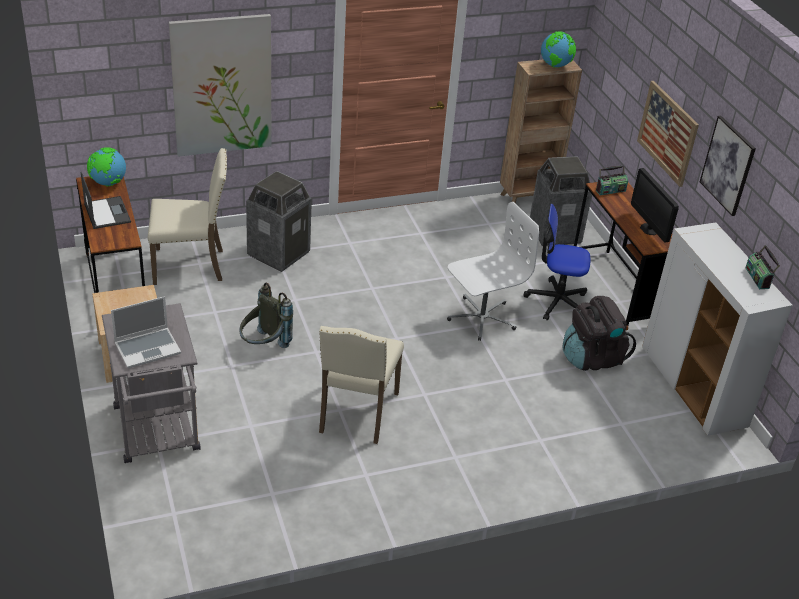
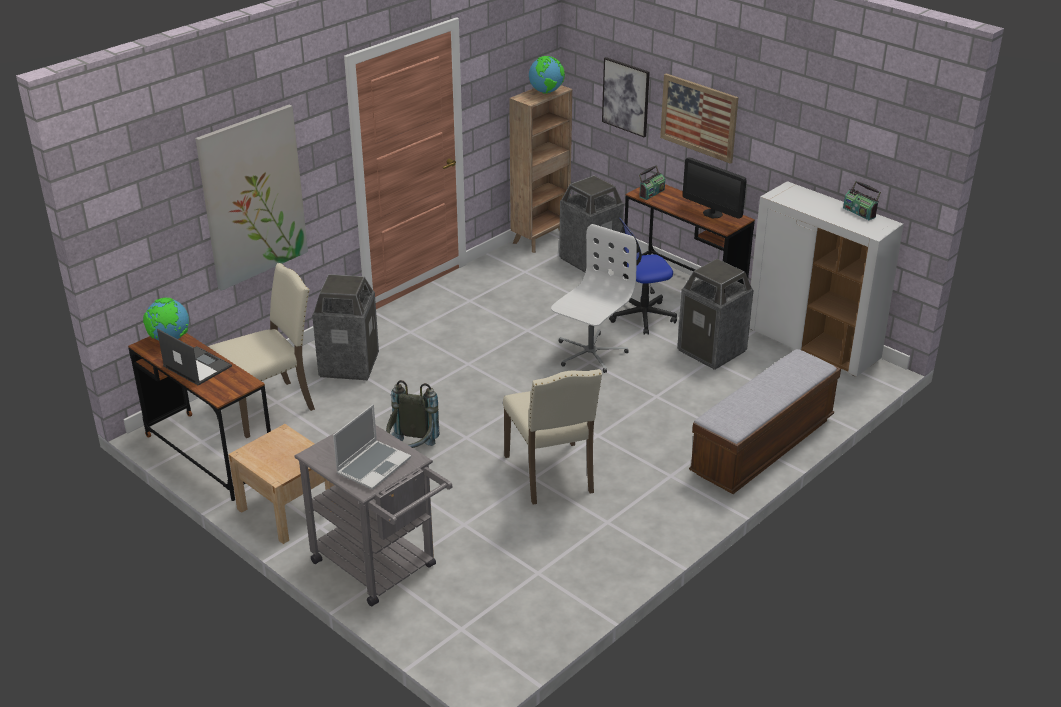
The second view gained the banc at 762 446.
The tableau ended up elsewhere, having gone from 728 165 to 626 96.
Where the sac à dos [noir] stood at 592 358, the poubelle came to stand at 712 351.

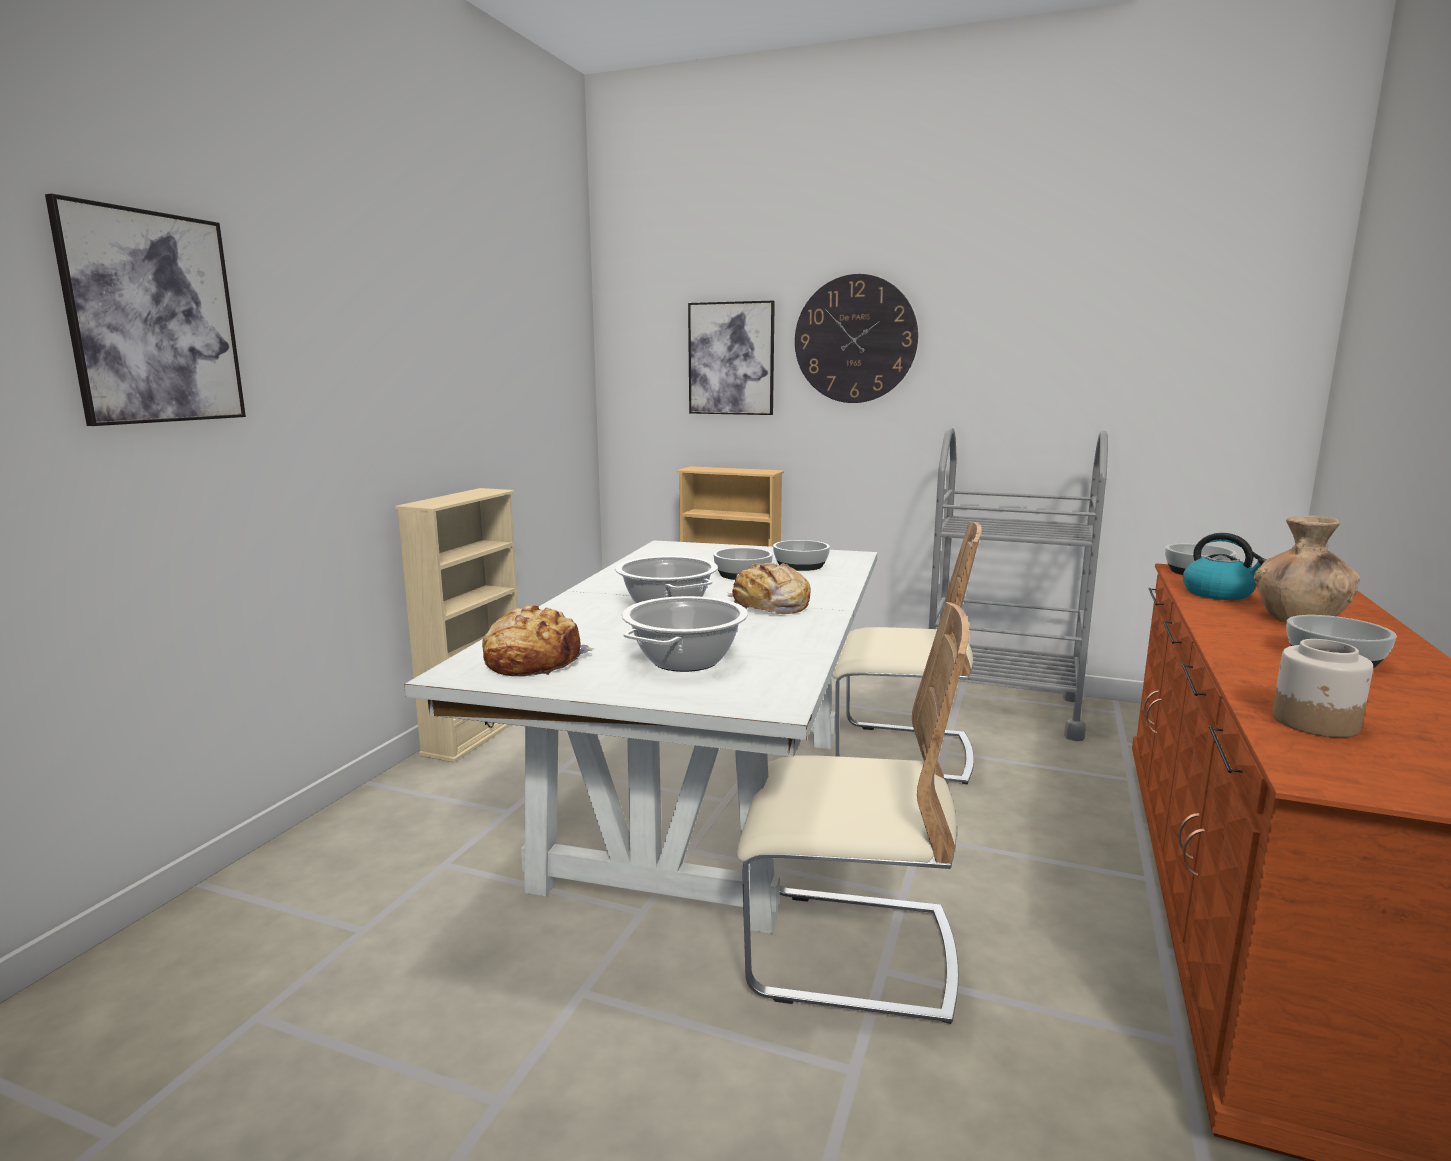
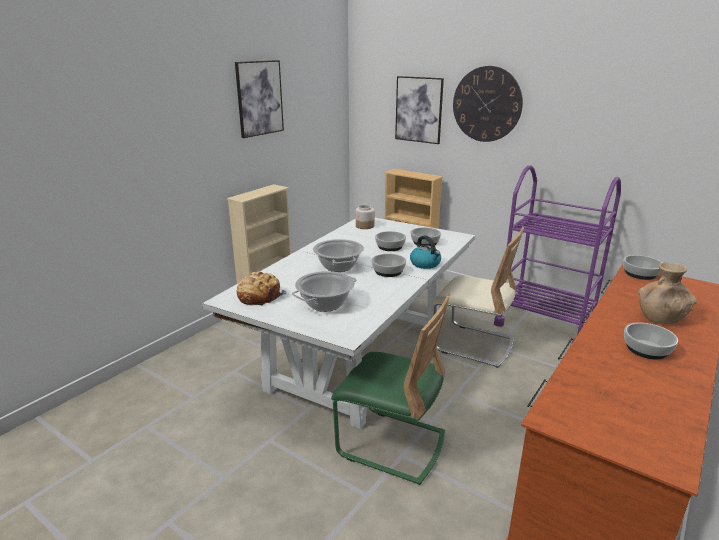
The tableau ended up elsewhere, having gone from 153 318 to 259 98.
The bouilloire ended up elsewhere, having gone from 1219 593 to 425 264.
The bocal ended up elsewhere, having gone from 1316 723 to 365 226.
Where the pain stood at 770 606, the bol came to stand at 388 271.
What was the chaise [beige] at 850 952 turned into the chaise [vert] at 391 444.
What was the chariot [gris] at 1001 708 turned into the chariot [violet] at 545 324.

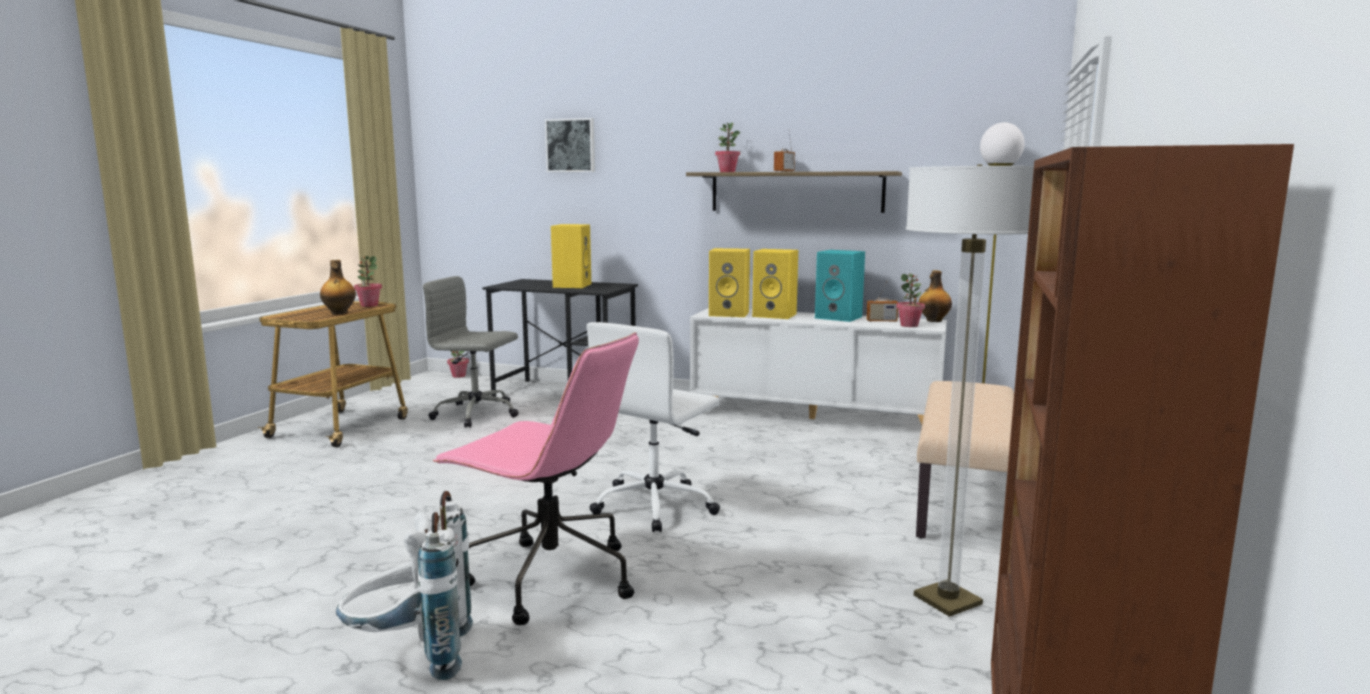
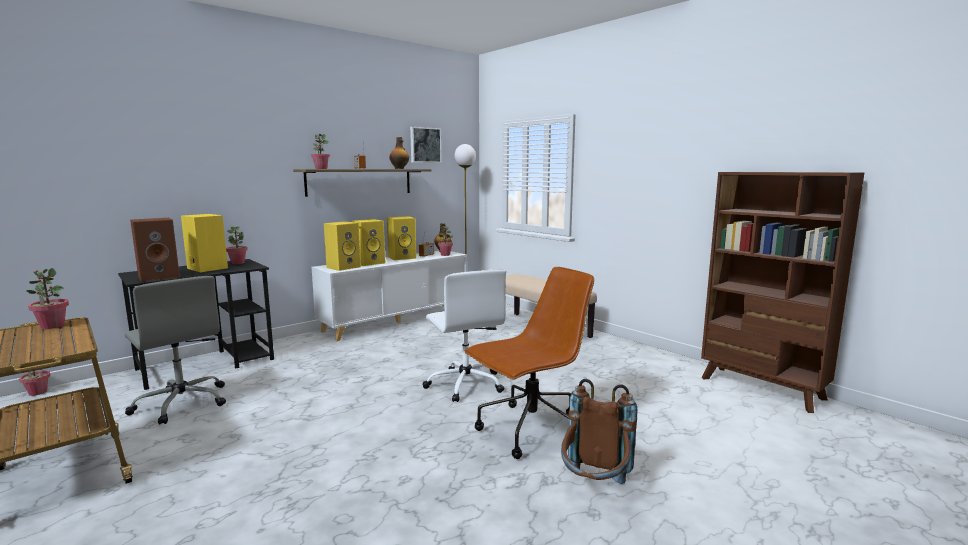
The second view lost the lampadaire at 947 600.
The second view gained the enceinte [marron] at 160 276.
The second view gained the plante en pot at 238 263.
The bouteille ended up elsewhere, having gone from 339 313 to 399 168.
The tableau ended up elsewhere, having gone from 571 145 to 425 145.
What was the sac à dos [blanc] at 412 657 turned into the sac à dos [marron] at 594 488.
What was the chaise de bureau [rose] at 548 578 turned into the chaise de bureau [marron] at 530 431.
What was the enceinte [turquoise] at 840 317 turned into the enceinte [jaune] at 402 257.
The chaise de bureau [gris] at 478 414 ended up facing another way, 90 degrees counterclockwise from before.

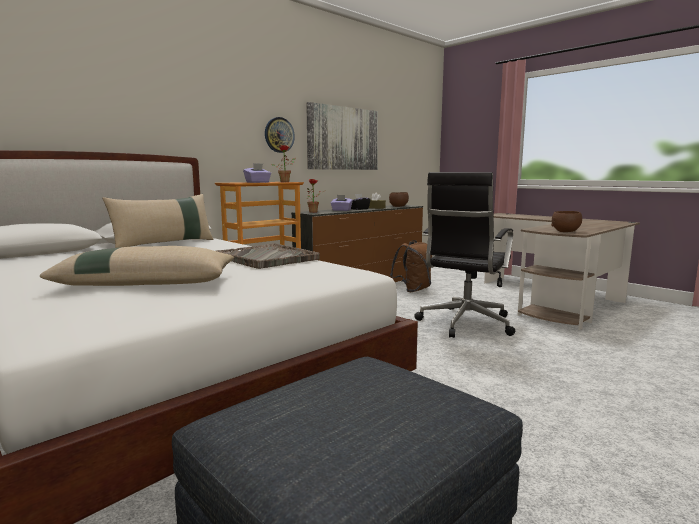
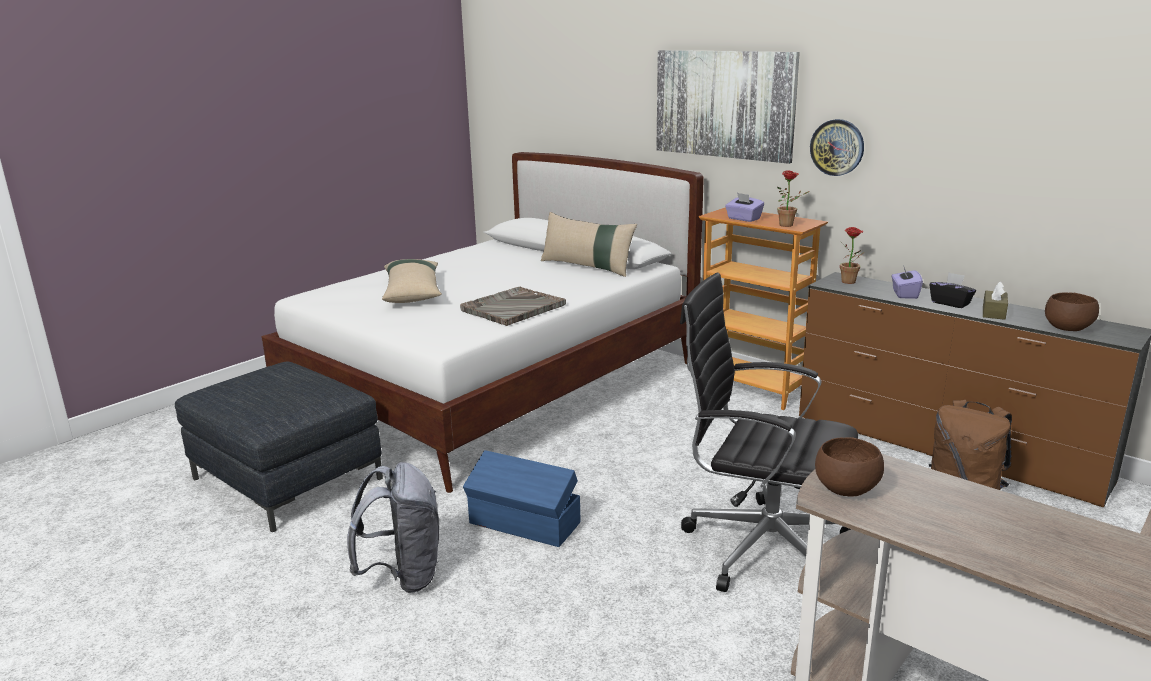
The second view gained the sac à dos [gris] at 403 576.
The second view gained the boîte de rangement [bleu] at 524 524.
The tableau ended up elsewhere, having gone from 343 138 to 724 104.

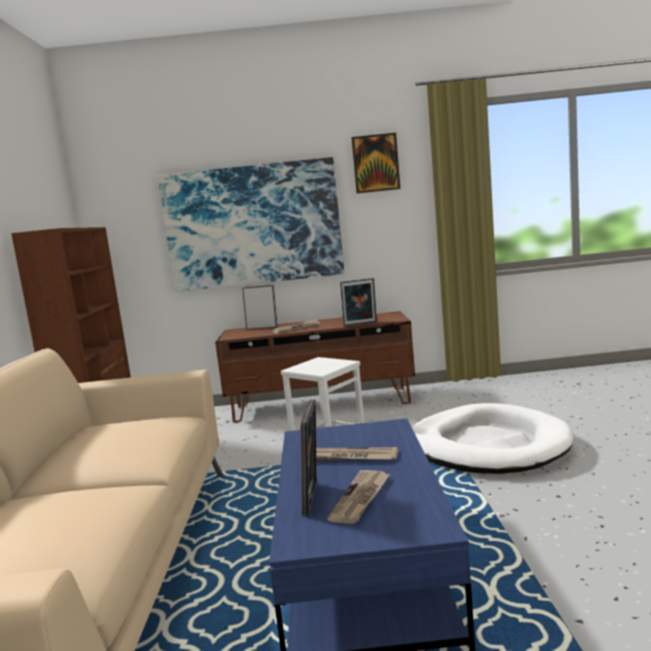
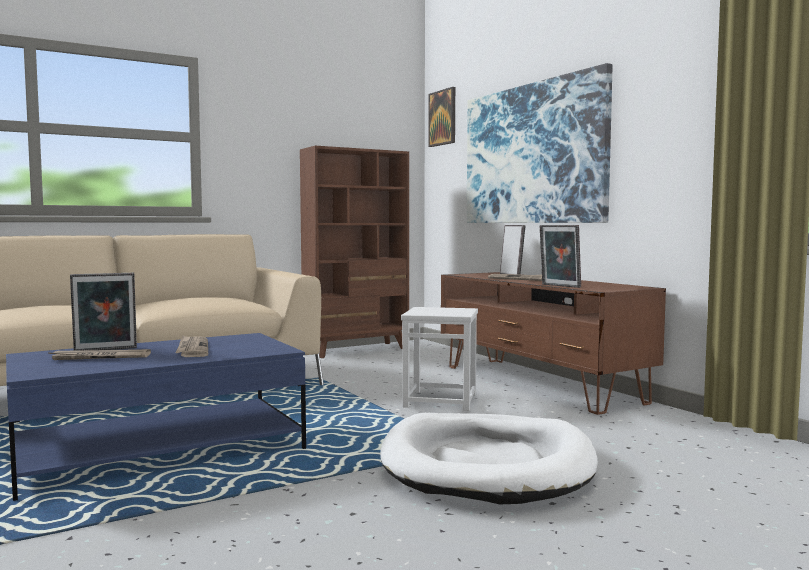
The tableau ended up elsewhere, having gone from 375 163 to 442 117.

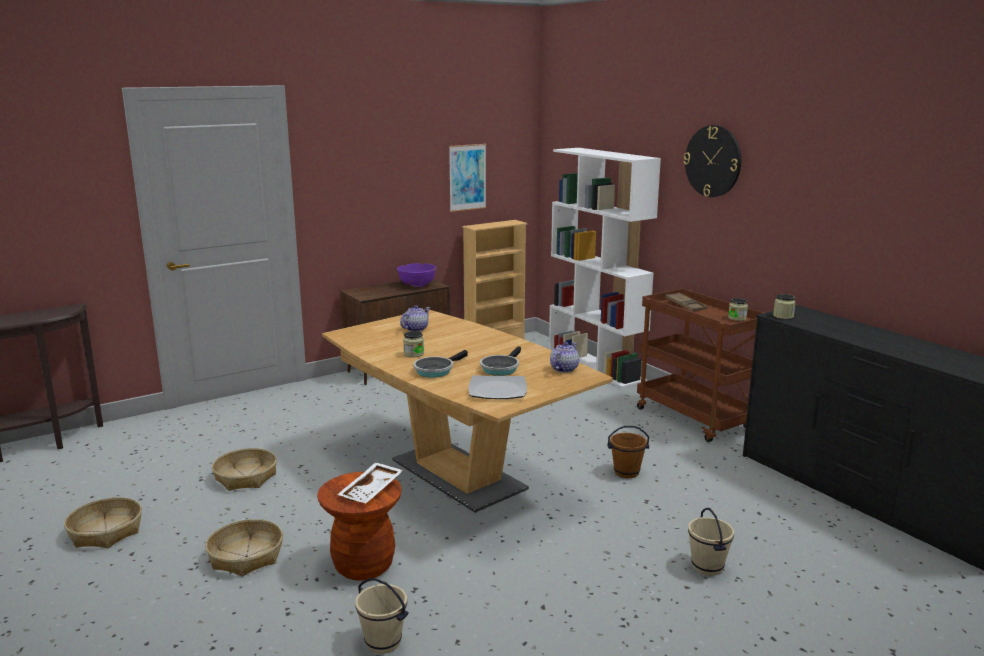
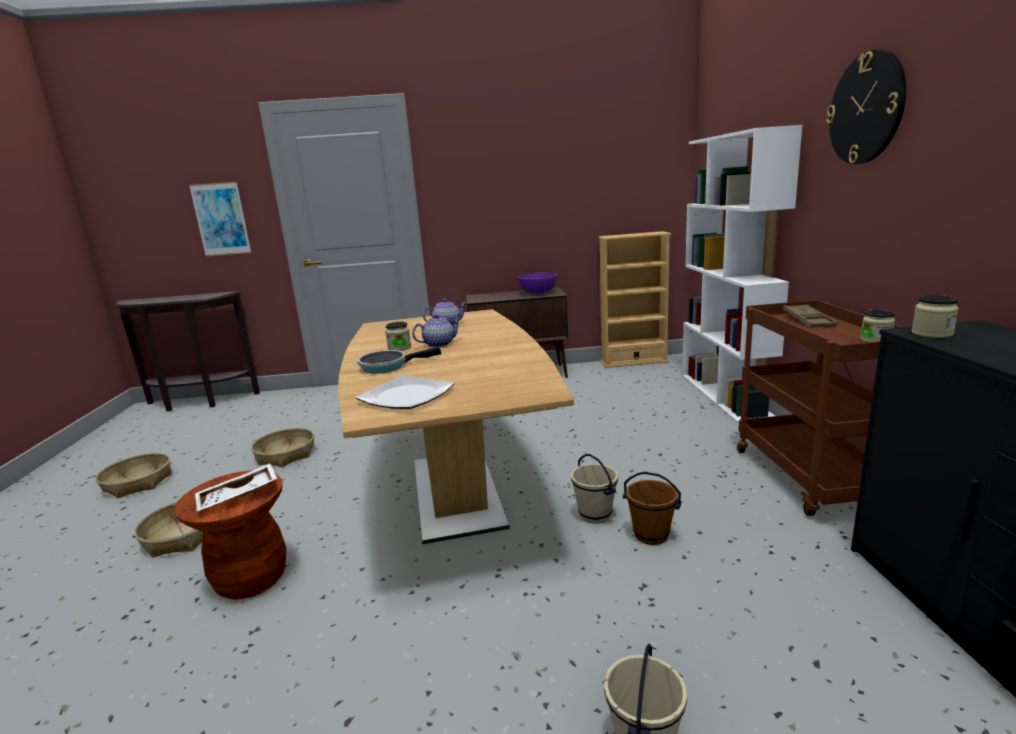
The second view lost the poêle at 500 368.
The seau [beige] ended up elsewhere, having gone from 383 642 to 595 515.
The tableau ended up elsewhere, having gone from 467 177 to 221 219.
The théière ended up elsewhere, having gone from 564 369 to 439 344.

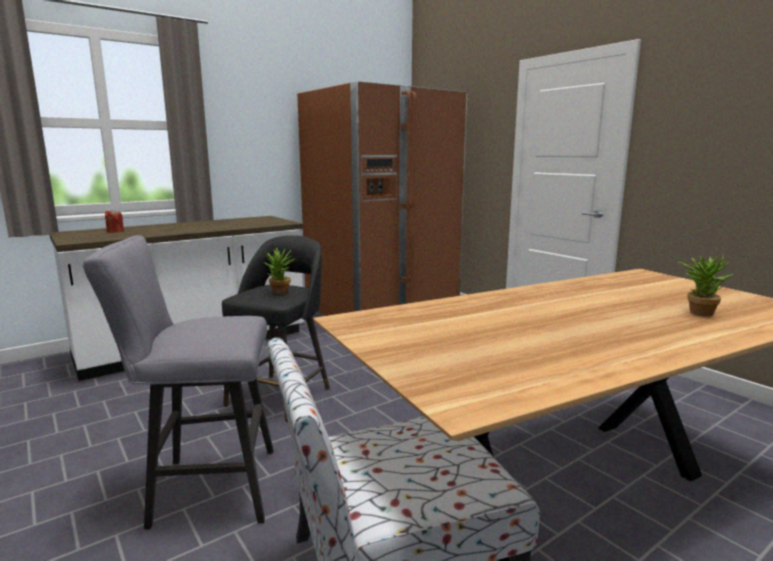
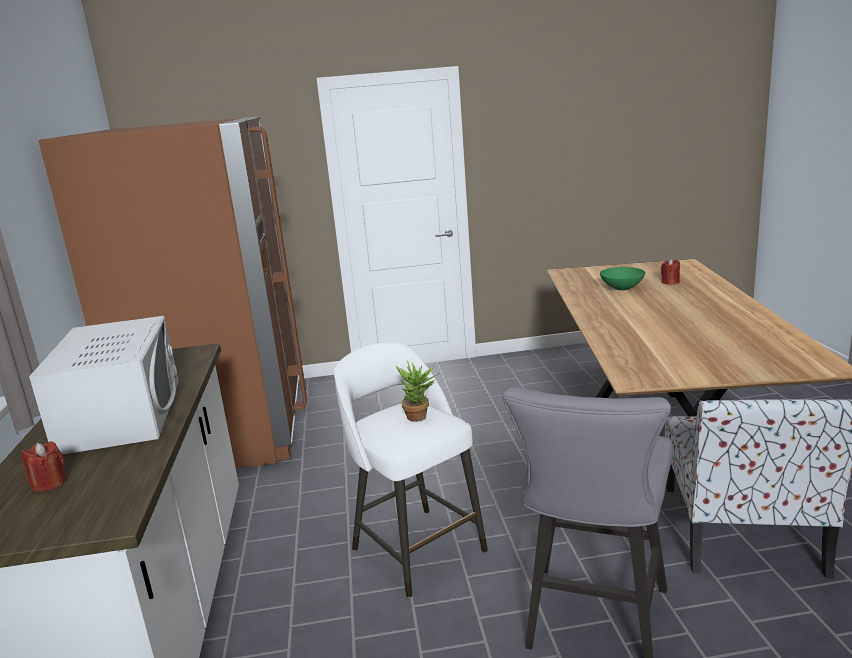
The second view gained the micro-ondes [blanc] at 122 415.
The second view gained the bol [vert] at 621 288.
Where the plante en pot stood at 698 312, the bougie [rouge] came to stand at 670 282.
What was the tabouret [noir] at 281 395 turned into the tabouret [blanc] at 416 547.

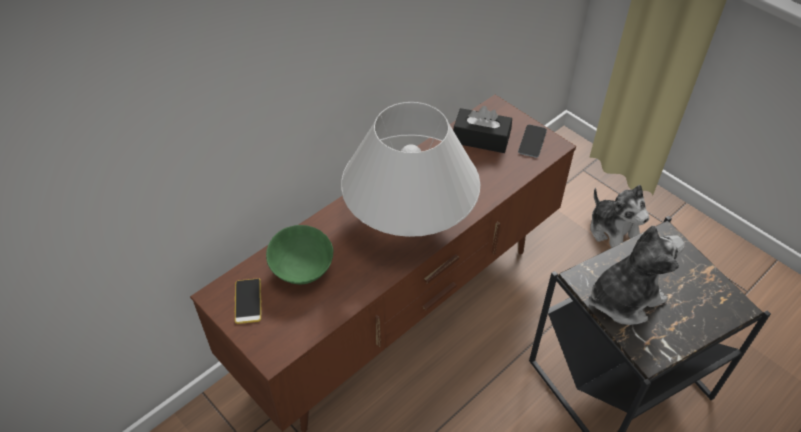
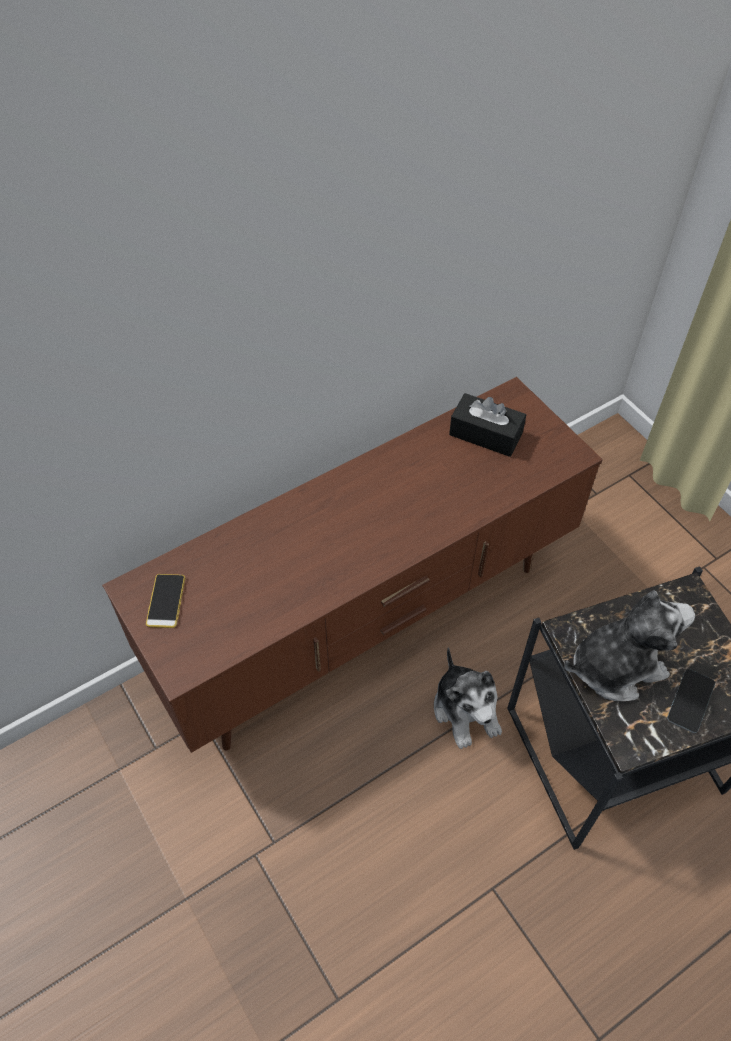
The second view lost the bol [vert] at 301 271.
The second view lost the lampe de table [blanc] at 410 220.
The téléphone ended up elsewhere, having gone from 532 141 to 690 701.
The peluche ended up elsewhere, having gone from 614 231 to 466 710.

